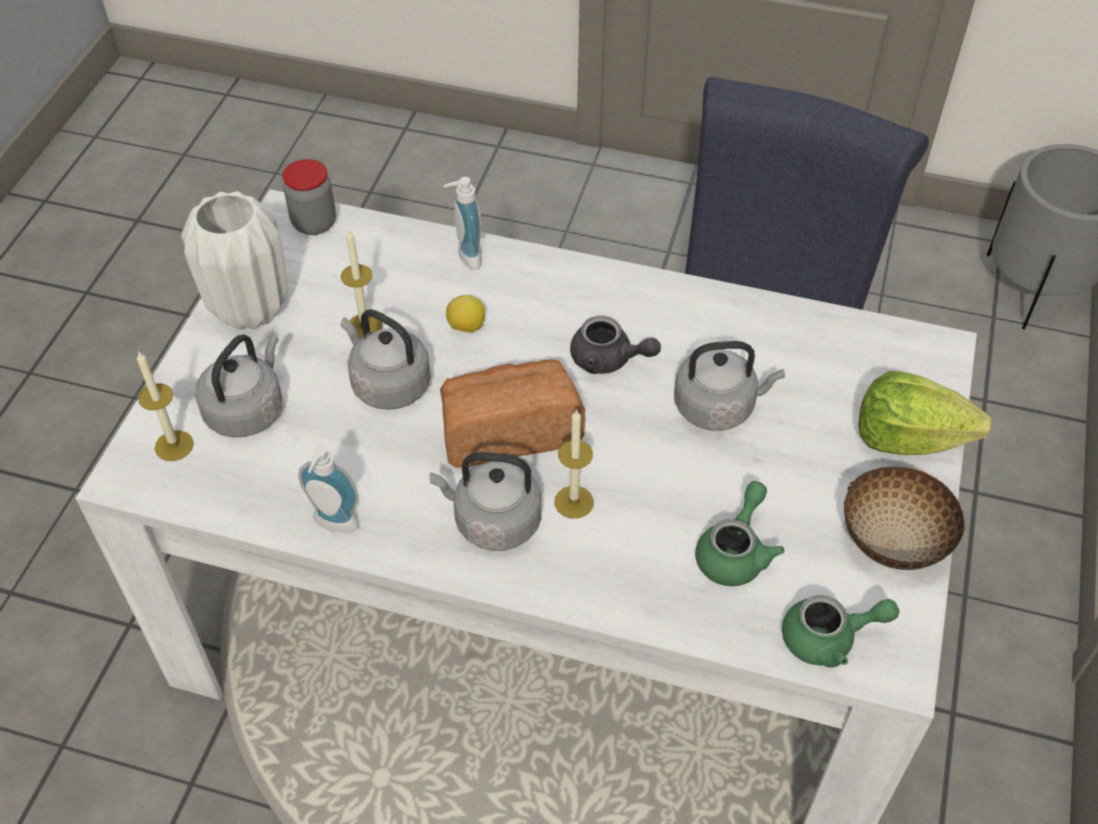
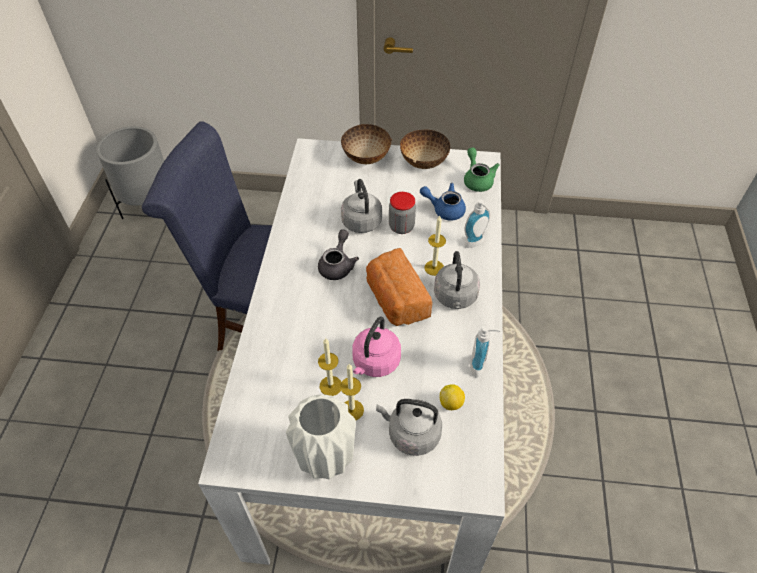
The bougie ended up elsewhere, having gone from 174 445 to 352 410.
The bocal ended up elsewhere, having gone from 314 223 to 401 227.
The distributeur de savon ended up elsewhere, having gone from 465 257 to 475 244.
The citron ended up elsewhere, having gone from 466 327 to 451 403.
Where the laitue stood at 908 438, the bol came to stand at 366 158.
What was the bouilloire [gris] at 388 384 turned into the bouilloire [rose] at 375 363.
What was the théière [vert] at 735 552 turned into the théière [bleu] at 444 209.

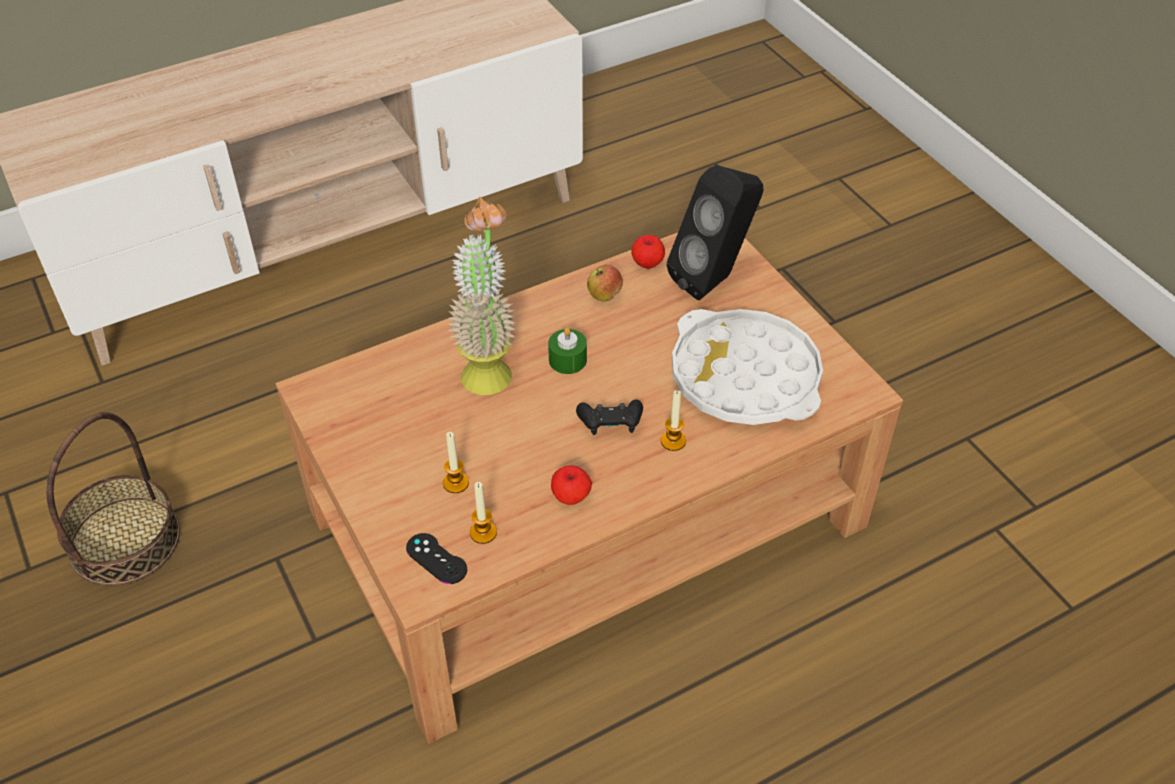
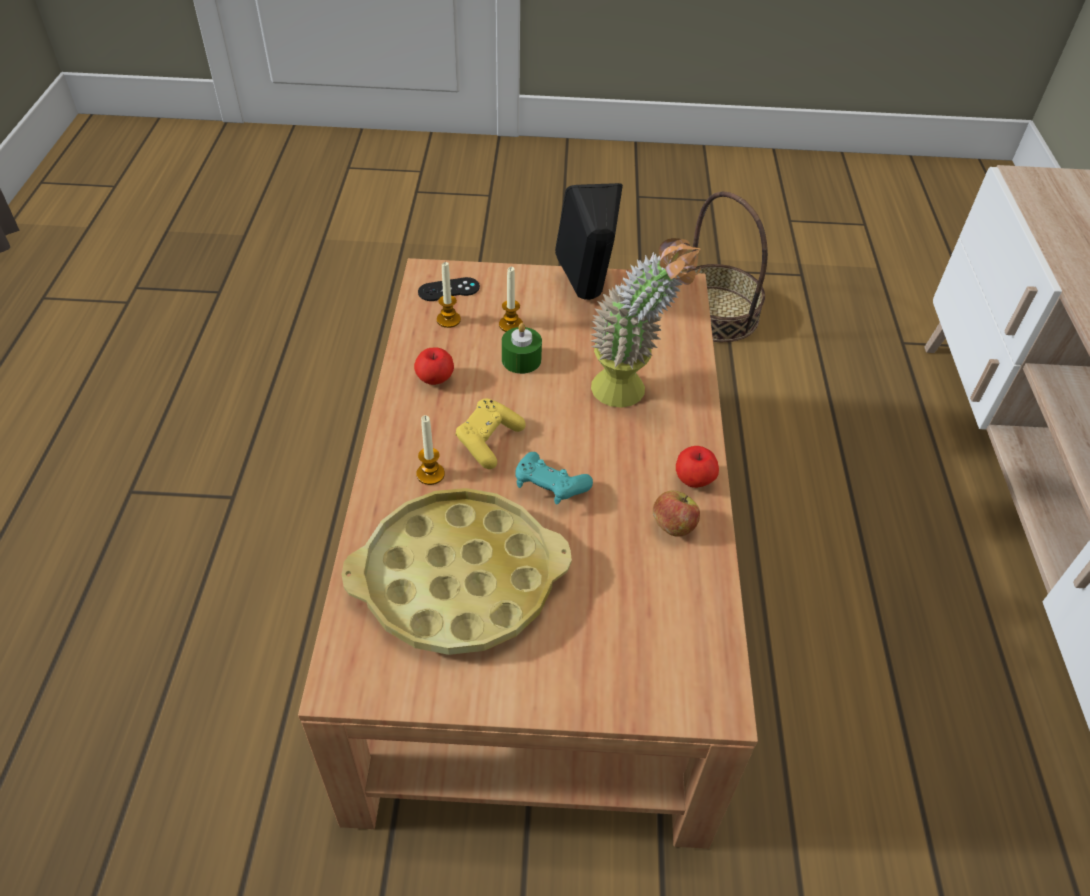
The second view gained the manette [turquoise] at 549 488.
The bougie [vert] ended up elsewhere, having gone from 567 360 to 521 360.
The pomme ended up elsewhere, having gone from 647 263 to 694 480.
The enceinte [noir] ended up elsewhere, having gone from 714 279 to 587 297.
What was the manette [noir] at 610 425 turned into the manette [jaune] at 488 441.
What was the plateau [blanc] at 744 377 turned into the plateau [jaune] at 458 579.

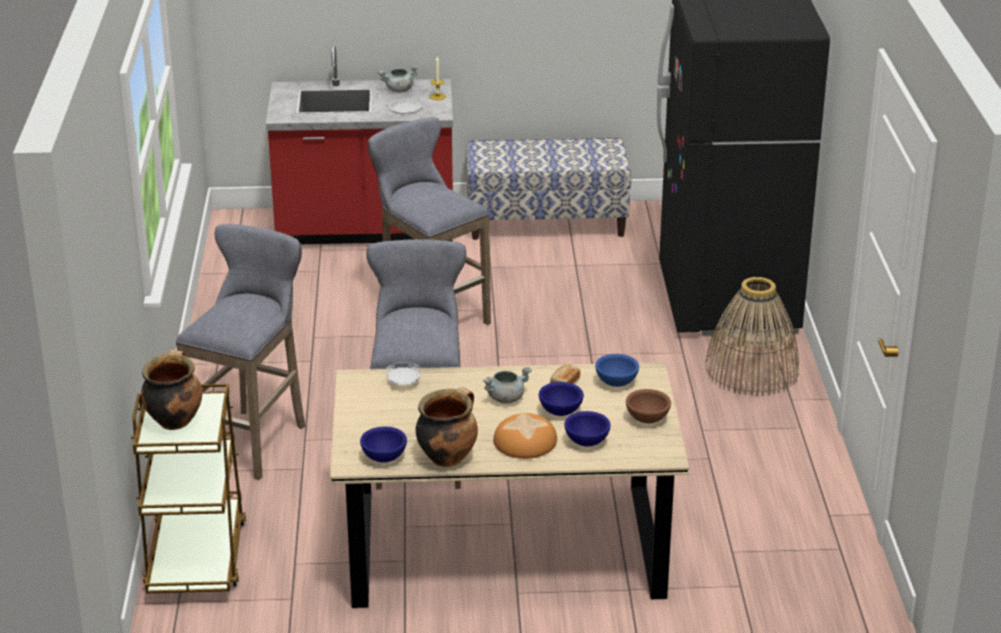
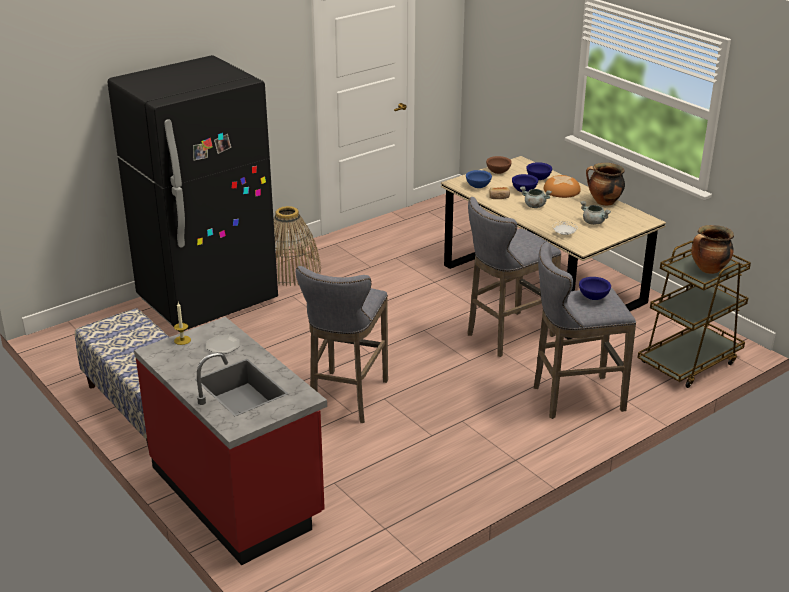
The bol [bleu] ended up elsewhere, having gone from 383 458 to 594 297.
The marmite [gris] ended up elsewhere, having gone from 399 90 to 594 222.

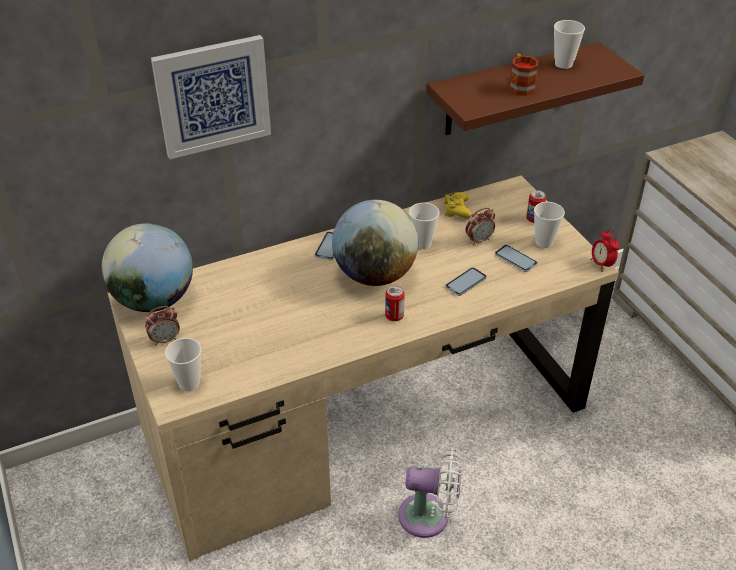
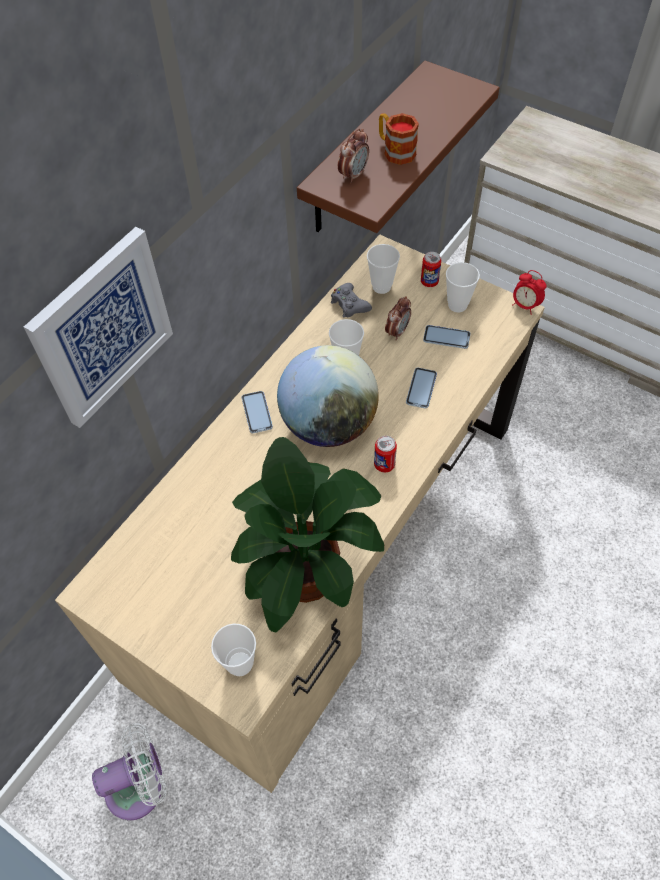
The second view lost the globe at 154 300.
The second view gained the plante en pot at 306 566.
The réveil ended up elsewhere, having gone from 165 339 to 353 175.
The ventilateur [blanc] ended up elsewhere, having gone from 429 516 to 140 786.
The tasse ended up elsewhere, having gone from 563 64 to 381 287.
What was the manette [jaune] at 457 209 turned into the manette [gris] at 349 305.

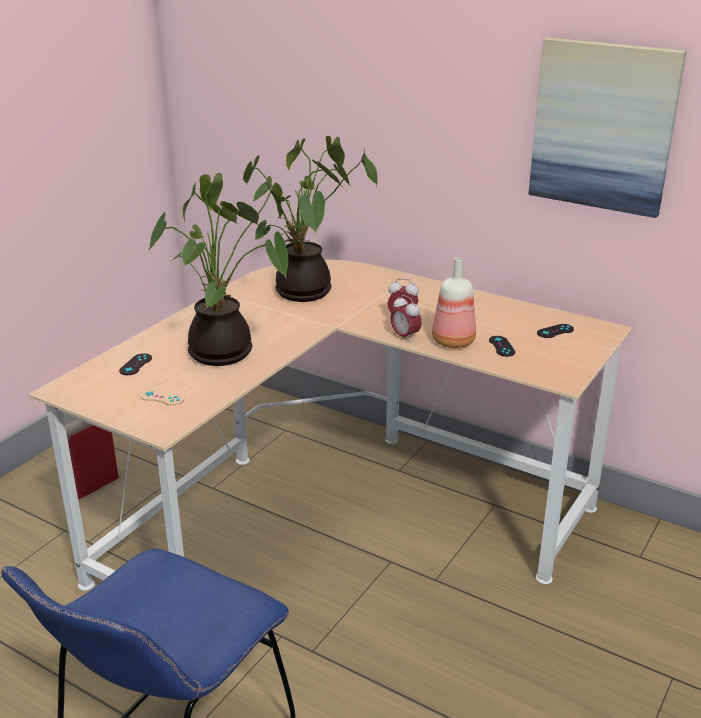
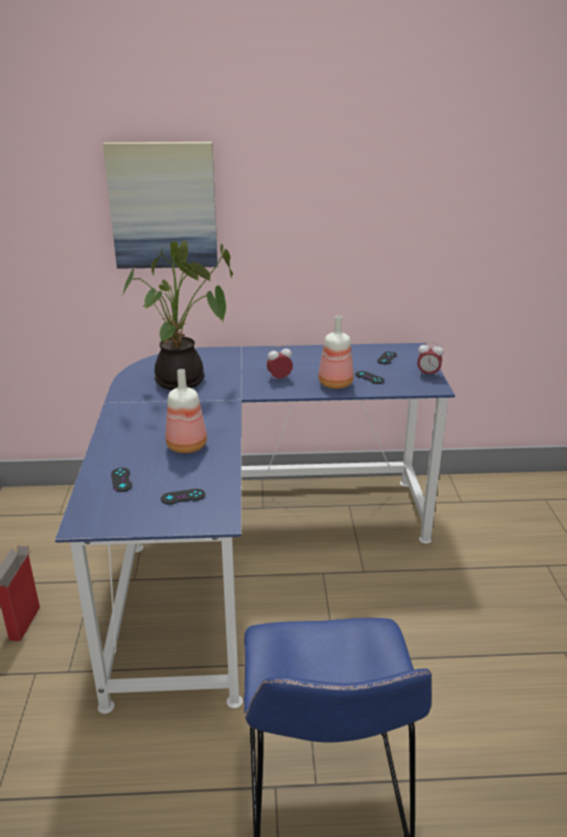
The réveil ended up elsewhere, having gone from 405 337 to 428 374.
The tableau ended up elsewhere, having gone from 603 126 to 163 206.
Where the plante en pot stood at 226 354, the bouteille came to stand at 186 445.
What was the bureau [beige] at 338 508 turned into the bureau [bleu] at 248 552.
What was the manette [beige] at 162 397 turned into the manette [noir] at 183 497.

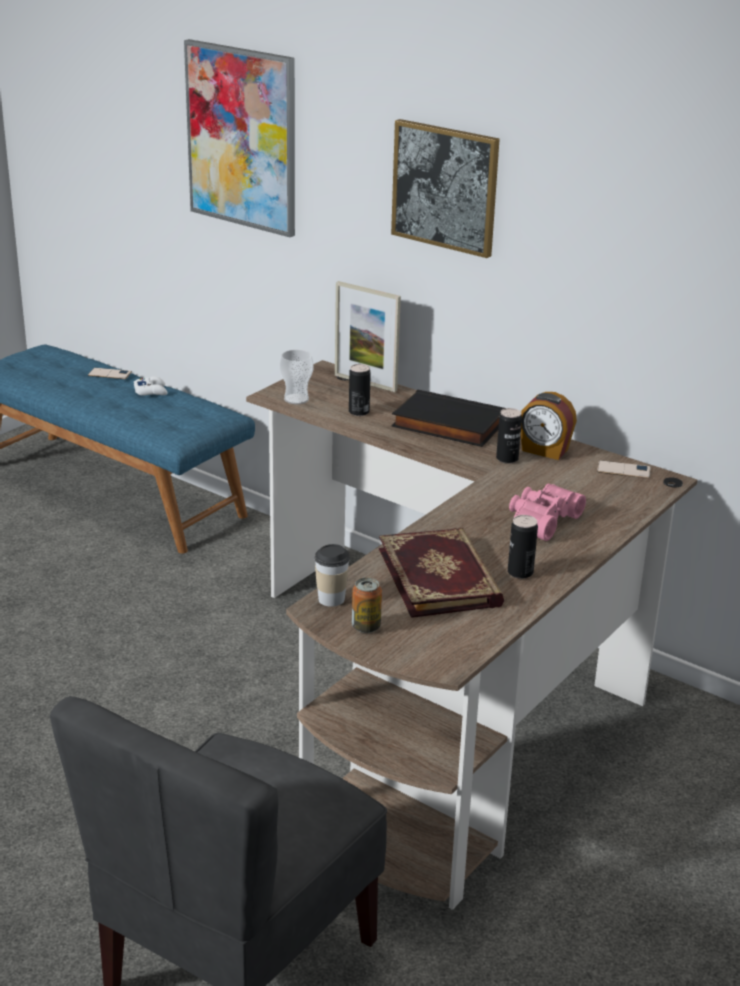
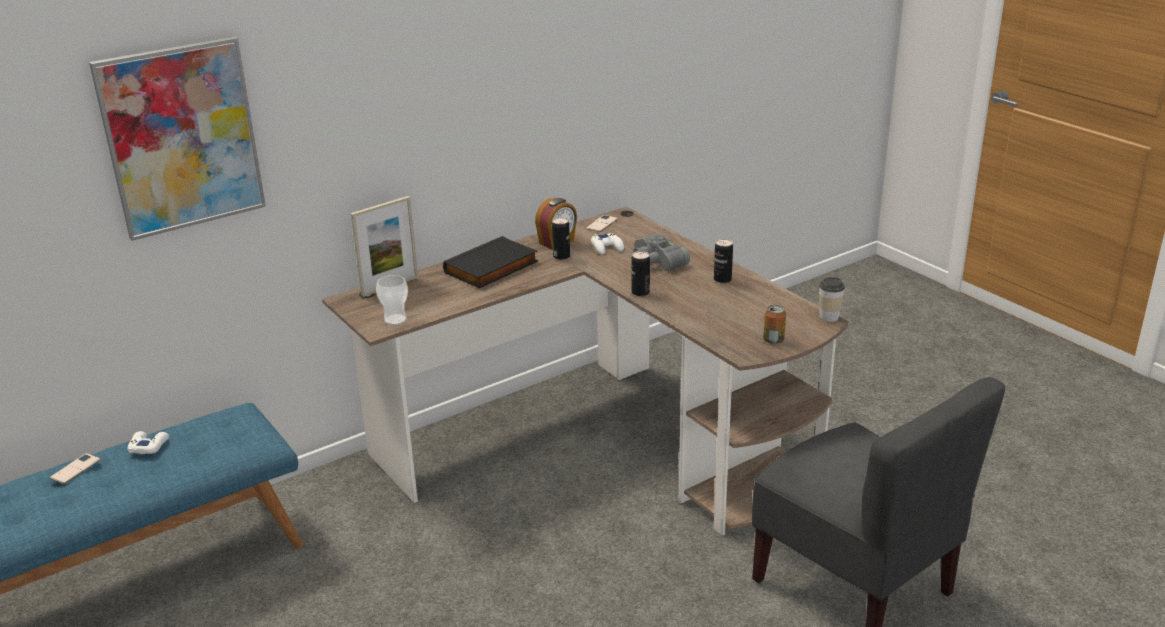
The second view lost the livre at 441 577.
The second view lost the tableau at 445 187.
The second view gained the manette [blanc] at 607 247.
The tasse ended up elsewhere, having gone from 331 599 to 829 317.
The boîte métallique ended up elsewhere, having gone from 359 412 to 640 292.
What was the jumelles [rose] at 541 520 turned into the jumelles [gris] at 656 261.

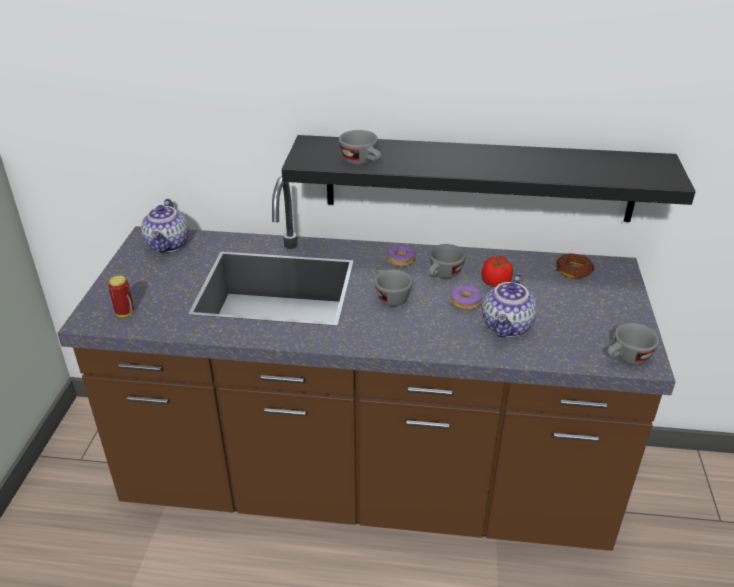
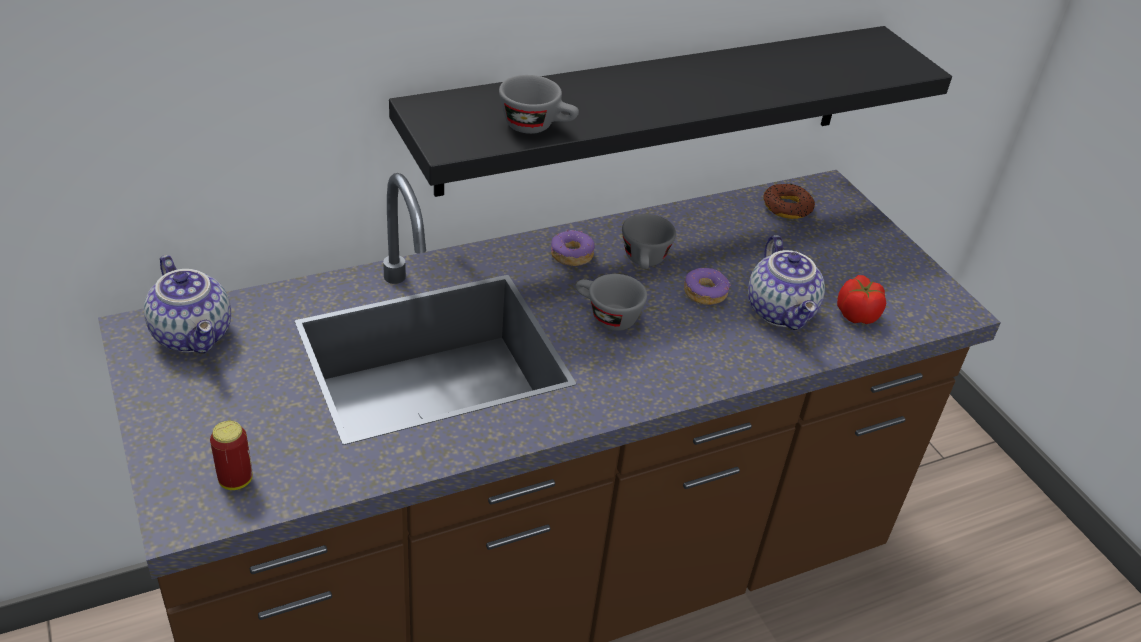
The second view lost the tasse [gris] at 627 359.
The tomate ended up elsewhere, having gone from 496 282 to 857 314.

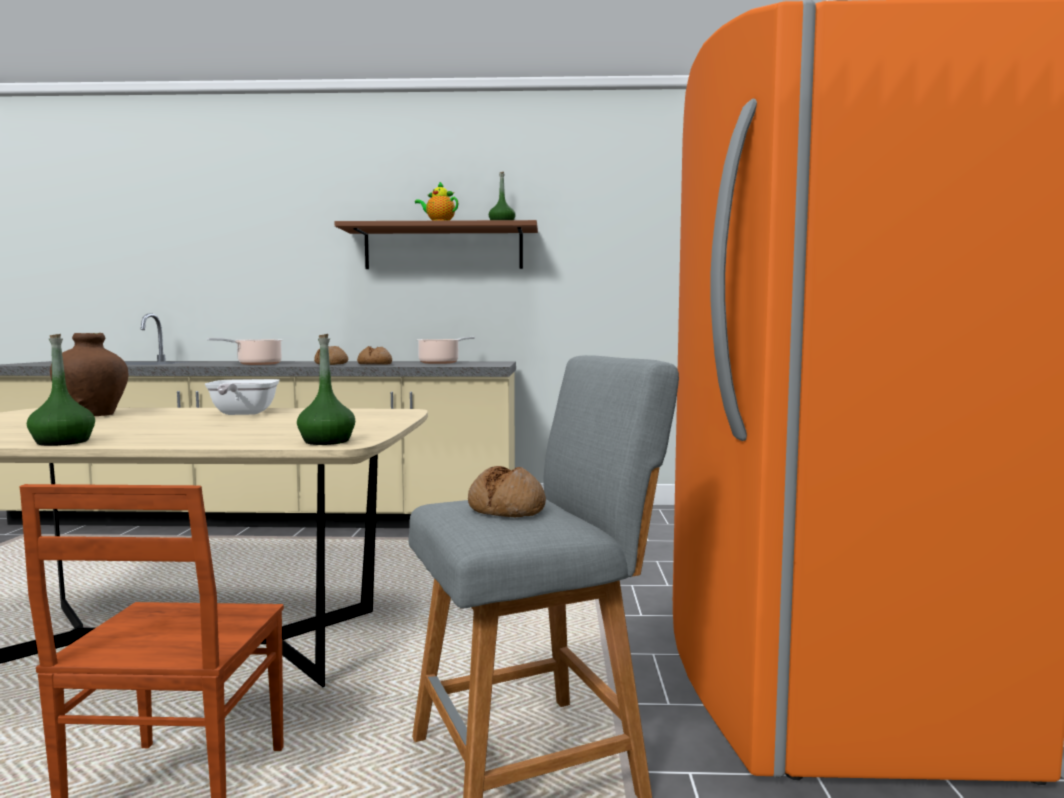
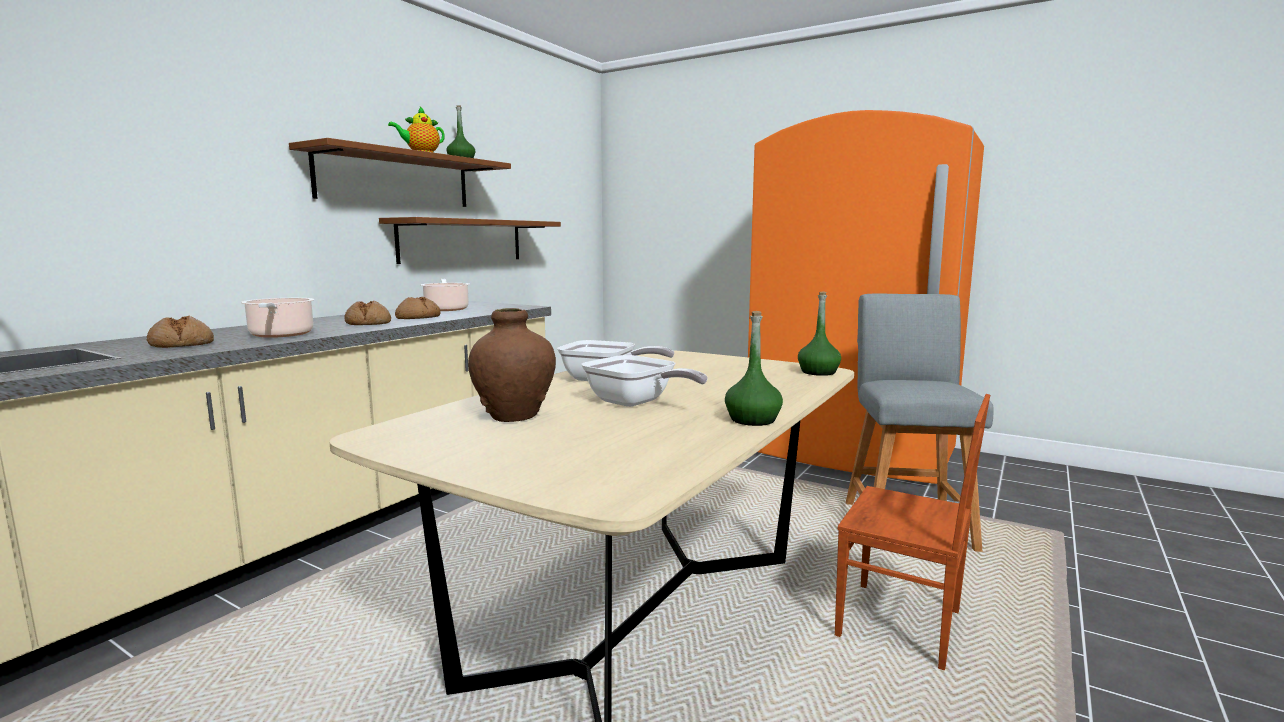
The second view gained the étagère [marron] at 462 241.
The second view gained the poêle at 635 403.
The pain ended up elsewhere, having gone from 507 508 to 181 344.

